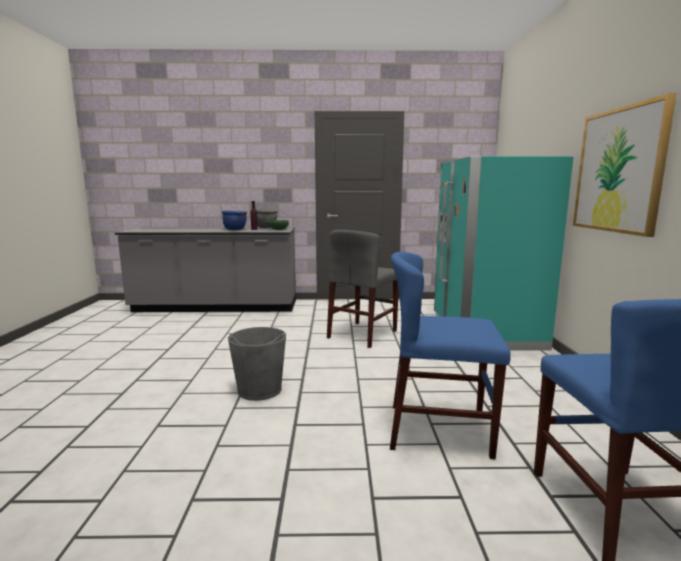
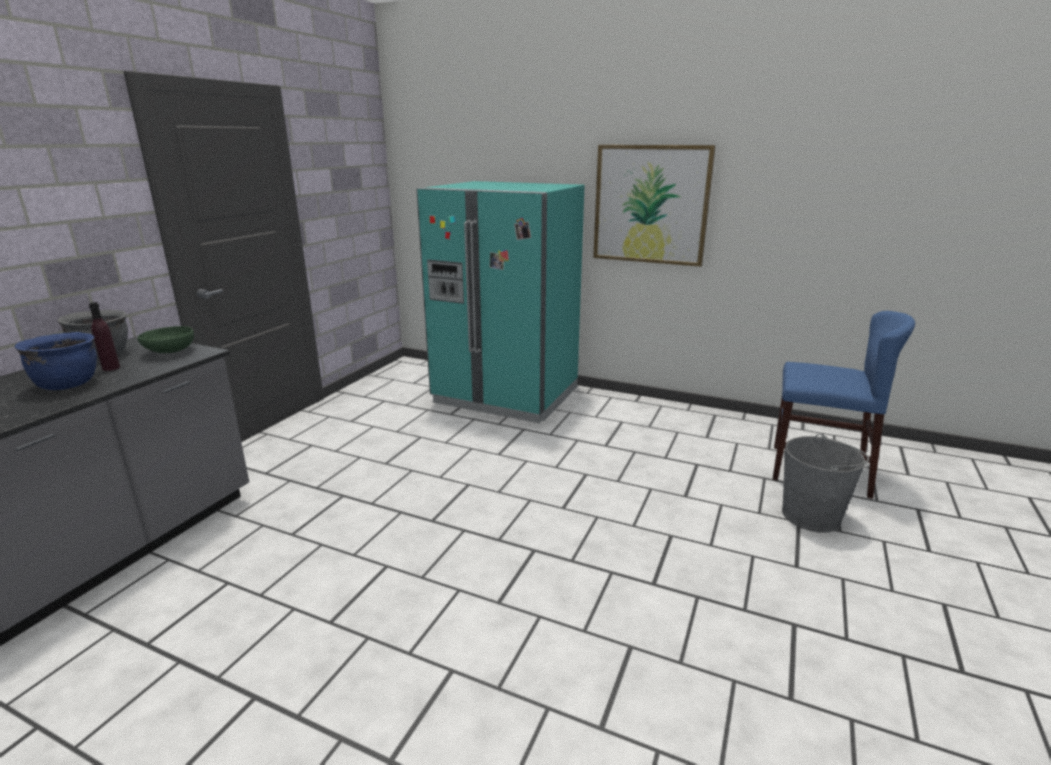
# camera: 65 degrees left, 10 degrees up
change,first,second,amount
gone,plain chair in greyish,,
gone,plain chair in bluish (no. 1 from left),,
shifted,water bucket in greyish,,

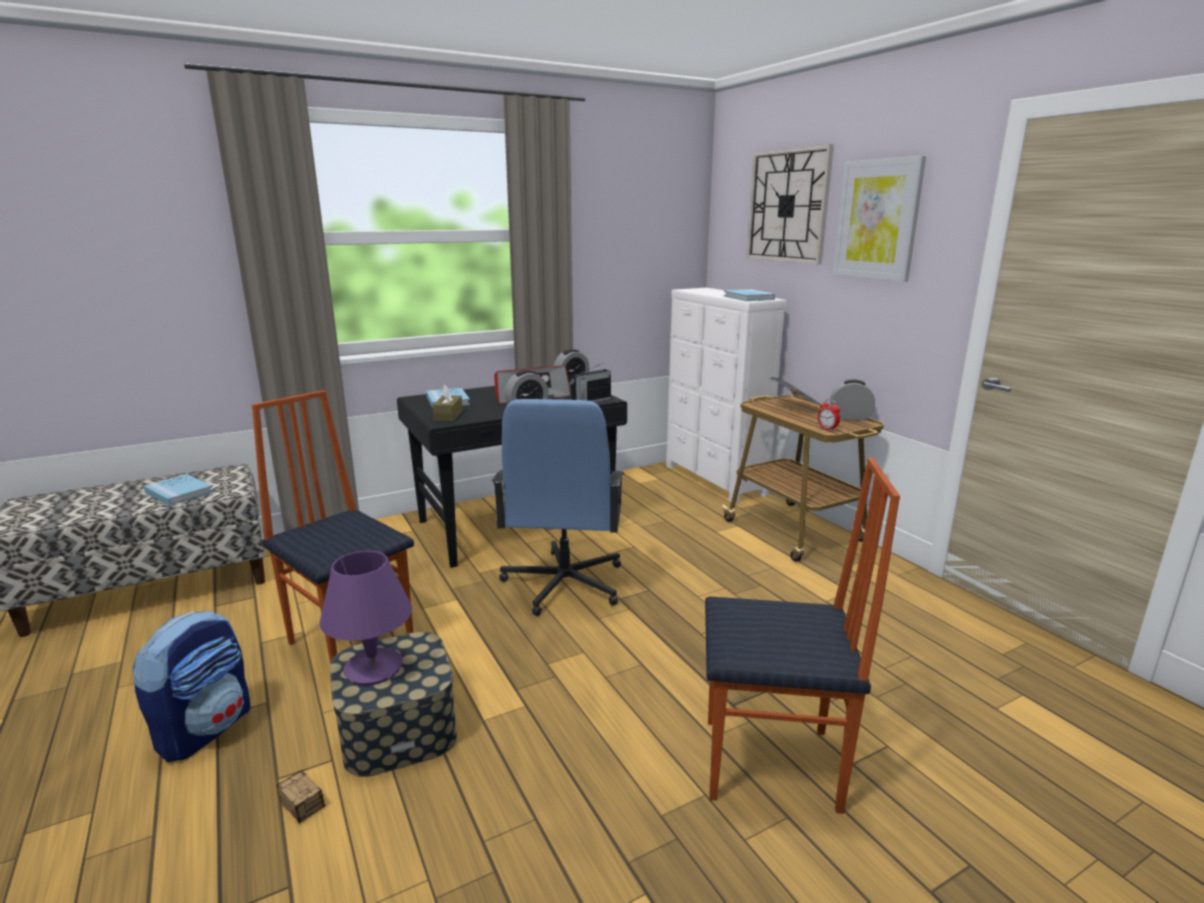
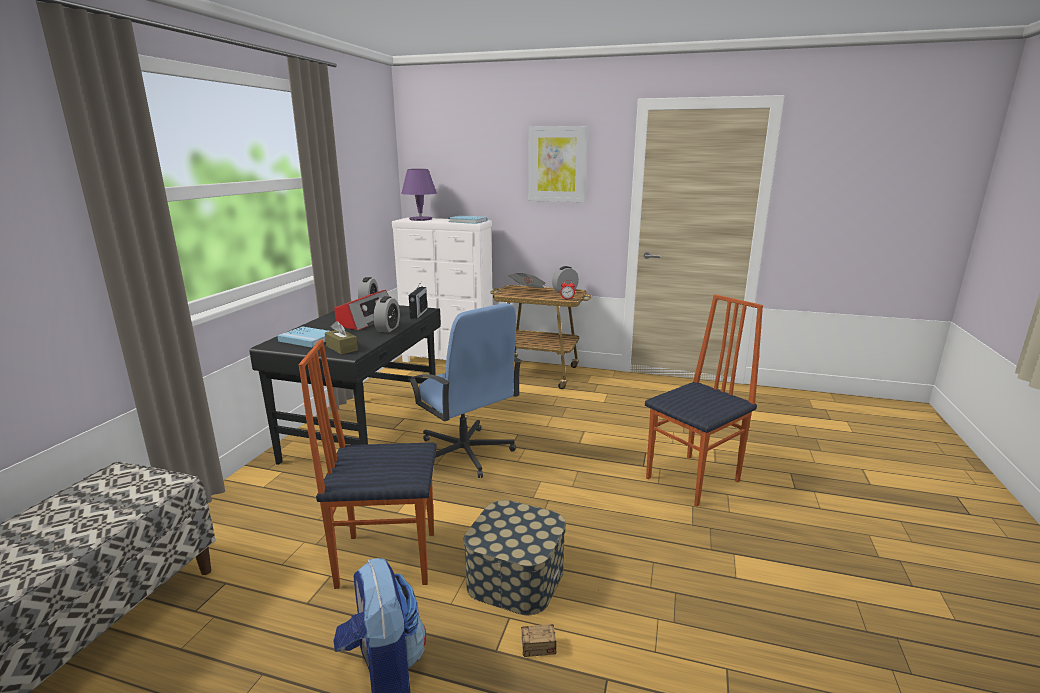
# camera: 45 degrees left, 0 degrees up
change,first,second,amount
gone,wall clock,,
gone,volume in bluish (no. 1 from left),,
shifted,lamp for a table in purple-coloured,,

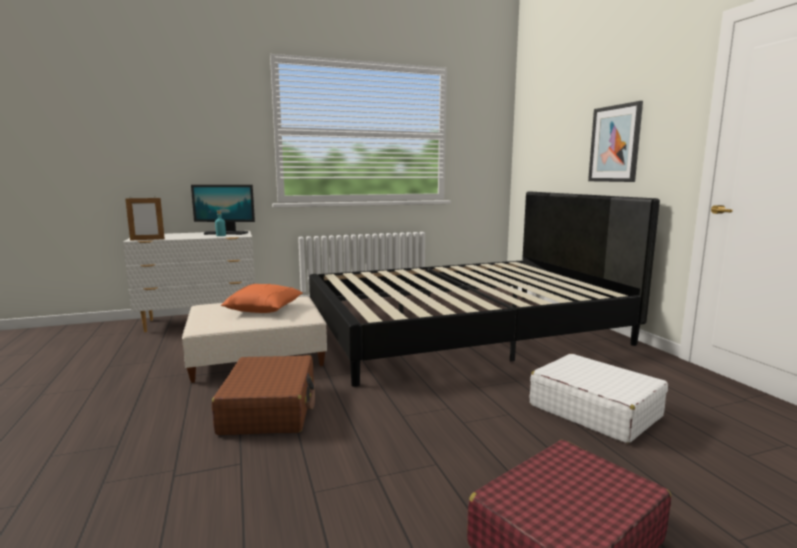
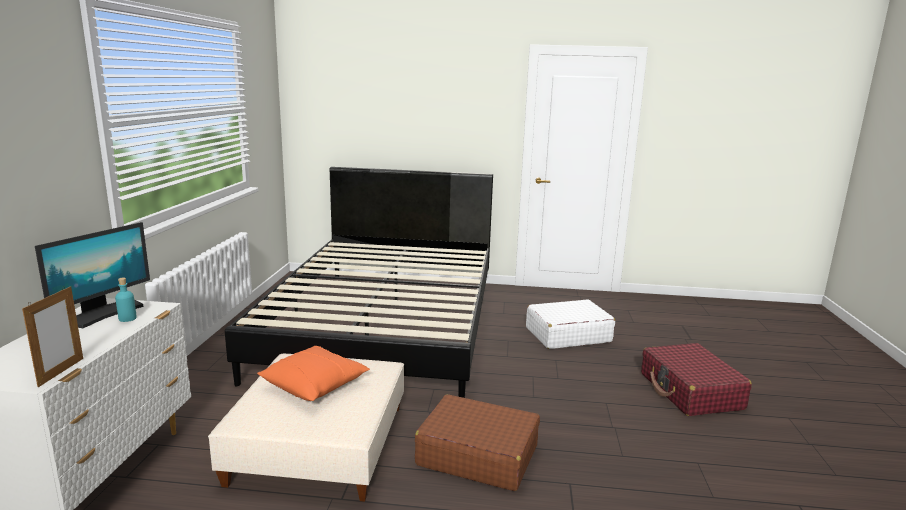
# camera: 65 degrees left, 5 degrees up
change,first,second,amount
gone,wall picture,,

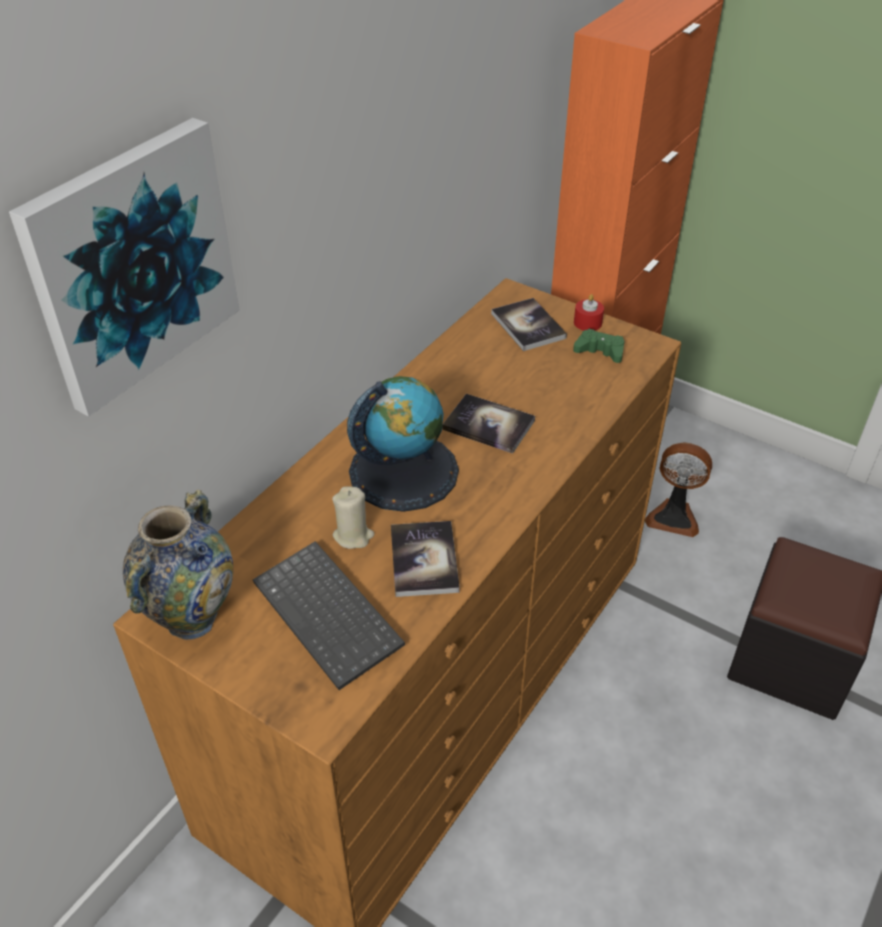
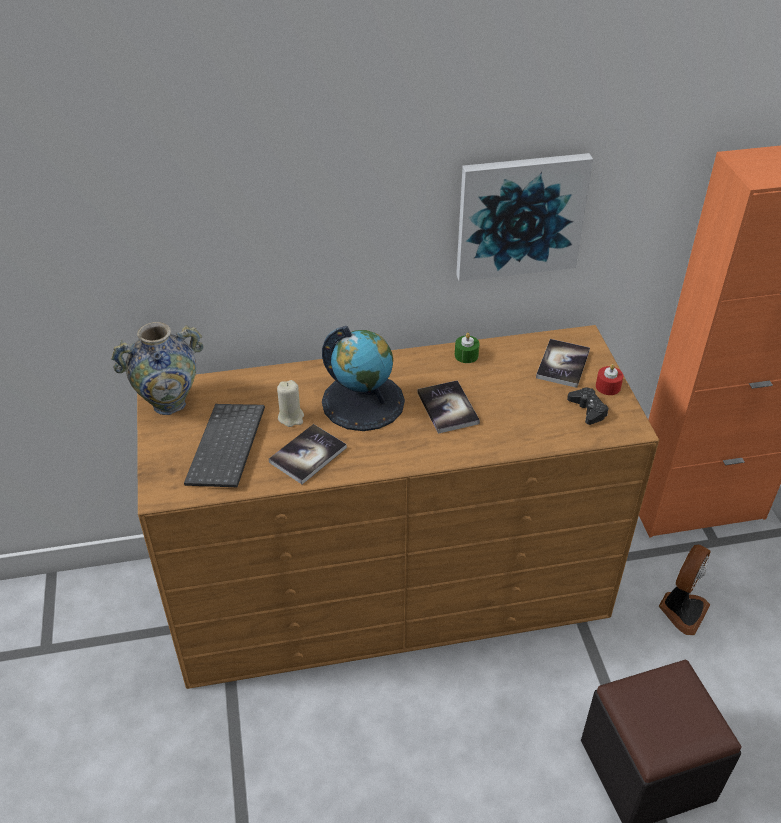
# camera: 45 degrees right, 0 degrees up
change,first,second,amount
shifted,wall picture,,
repainted,joypad in green,joypad in black,
rotated,cooling fan,,120 degrees counterclockwise
new,,wax light in green,

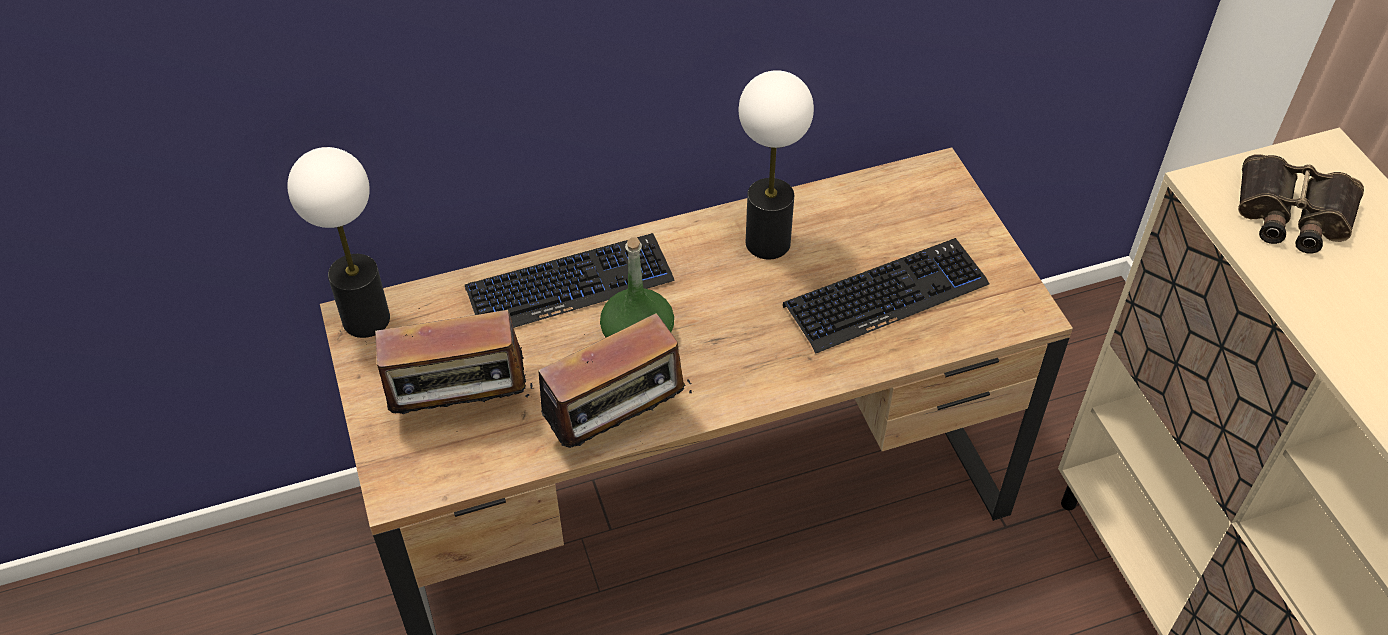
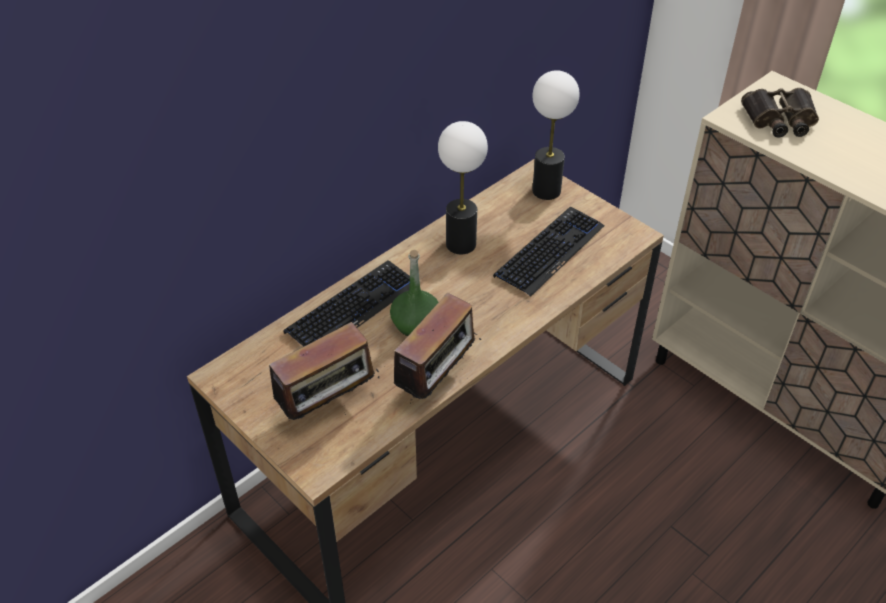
# camera: 25 degrees left, 5 degrees down
change,first,second,amount
shifted,lamp for a table (no. 1 from left in the first image),lamp for a table (no. 2 from left),

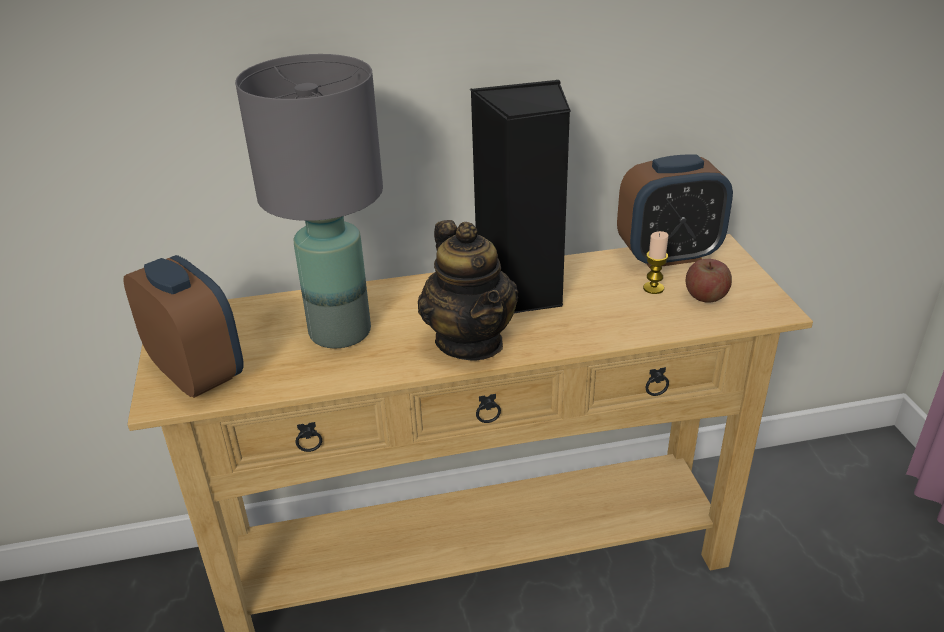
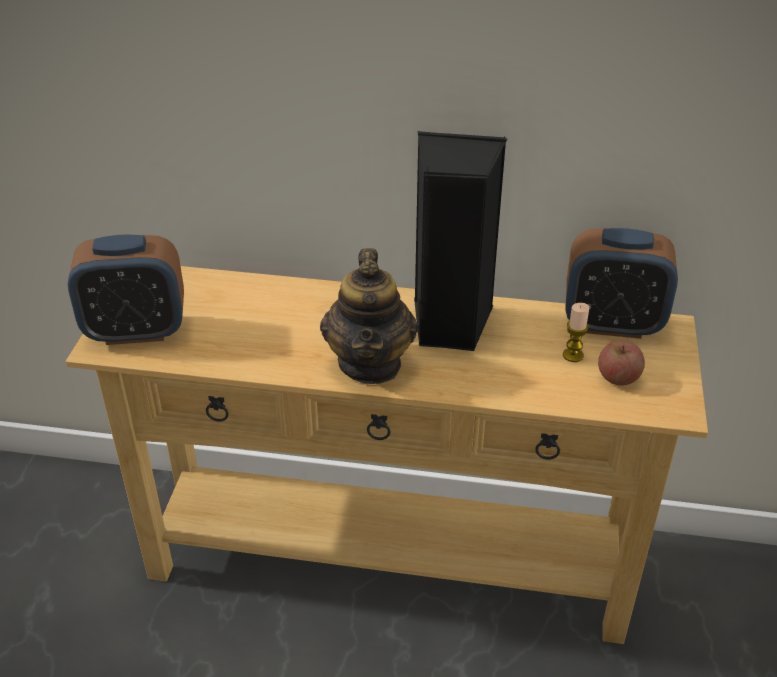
# camera: 20 degrees right, 5 degrees up
change,first,second,amount
gone,lamp for a table in greyish,,
rotated,table clock (no. 1 from left),,105 degrees clockwise

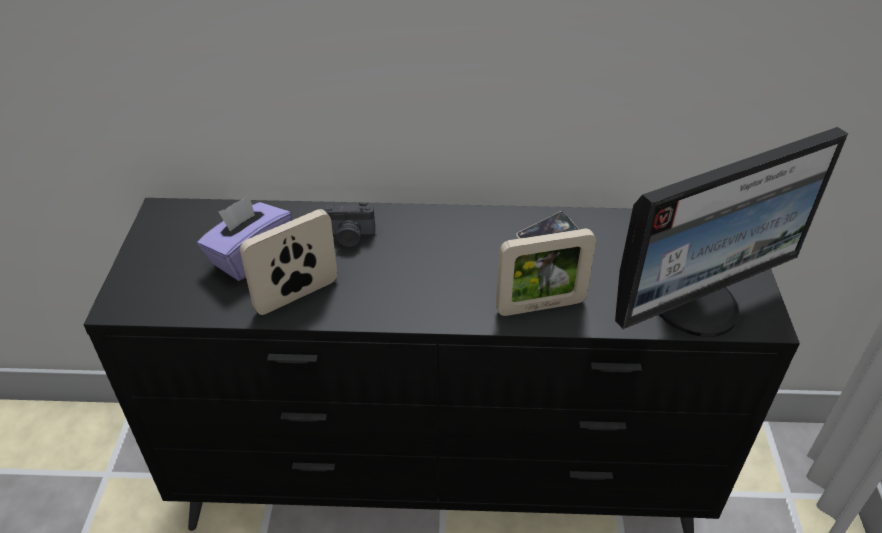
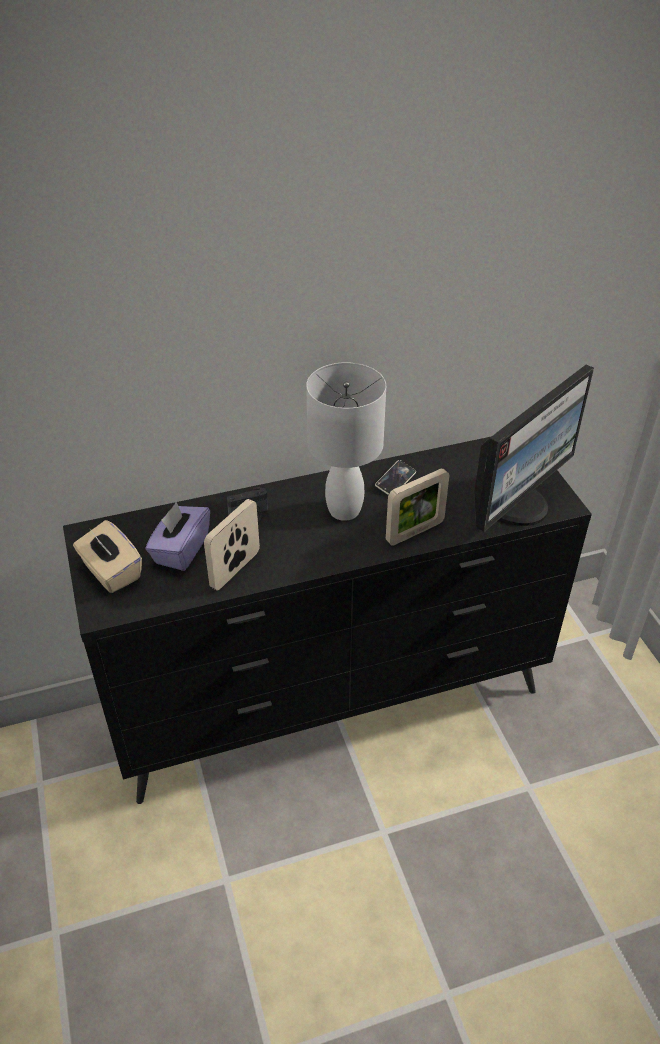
# camera: 20 degrees left, 0 degrees up
change,first,second,amount
new,,lamp for a table in white-coloured,
new,,tissue box in beige,

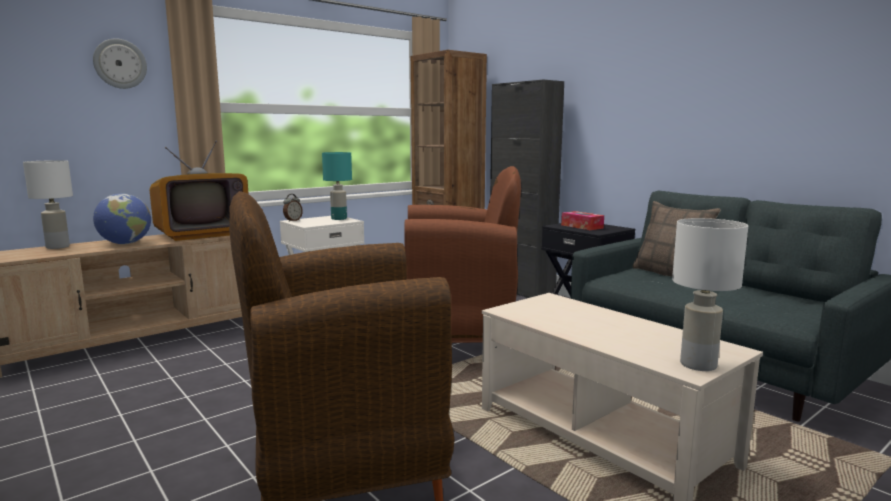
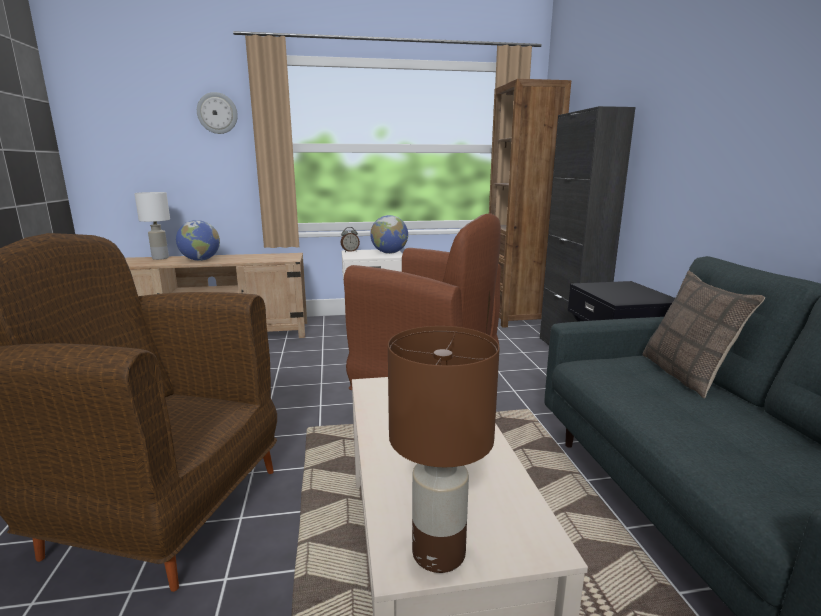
# camera: 30 degrees right, 5 degrees up
change,first,second,amount
gone,TV set,,
swapped,lamp for a table in blue-green,world globe (no. 2 from left),
gone,tissue box,,
repainted,lamp for a table in white-coloured (no. 2 from left),lamp for a table in brown,

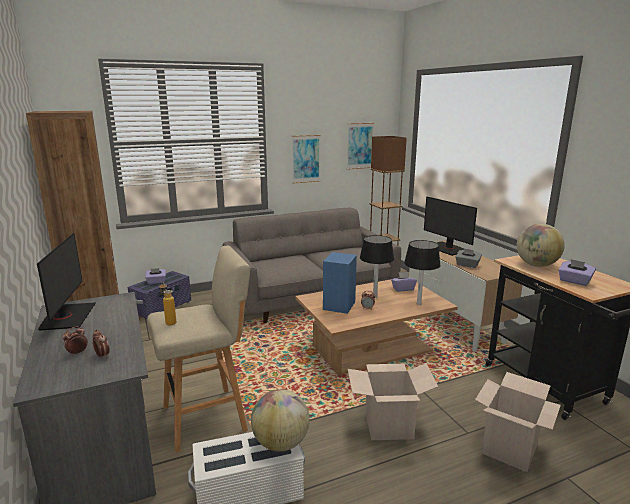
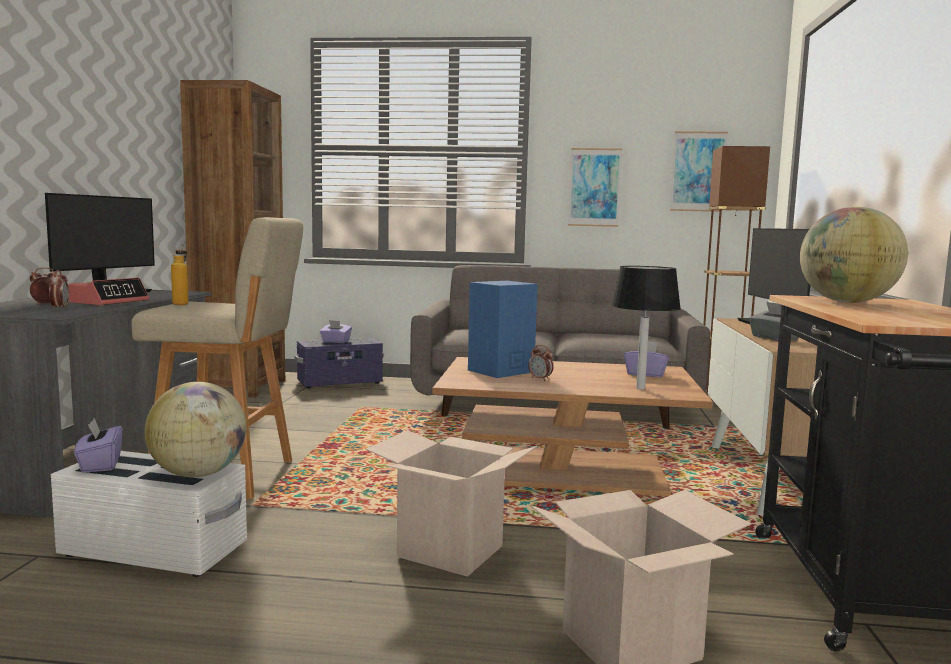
# camera: 30 degrees right, 10 degrees down
change,first,second,amount
gone,lamp for a table in black (no. 1 from left),,
shifted,tissue box in purple-coloured (no. 3 from left in the first image),tissue box in purple-coloured (no. 1 from left),
new,,table clock (no. 3 from left),

